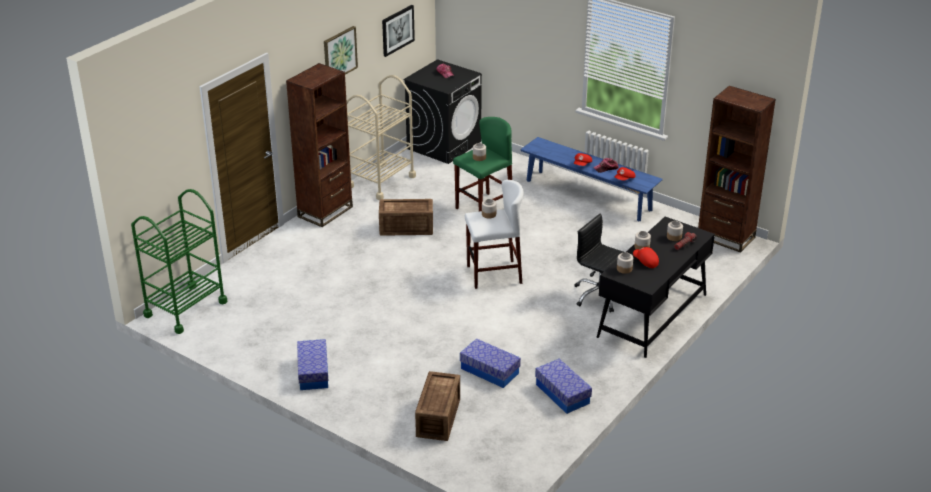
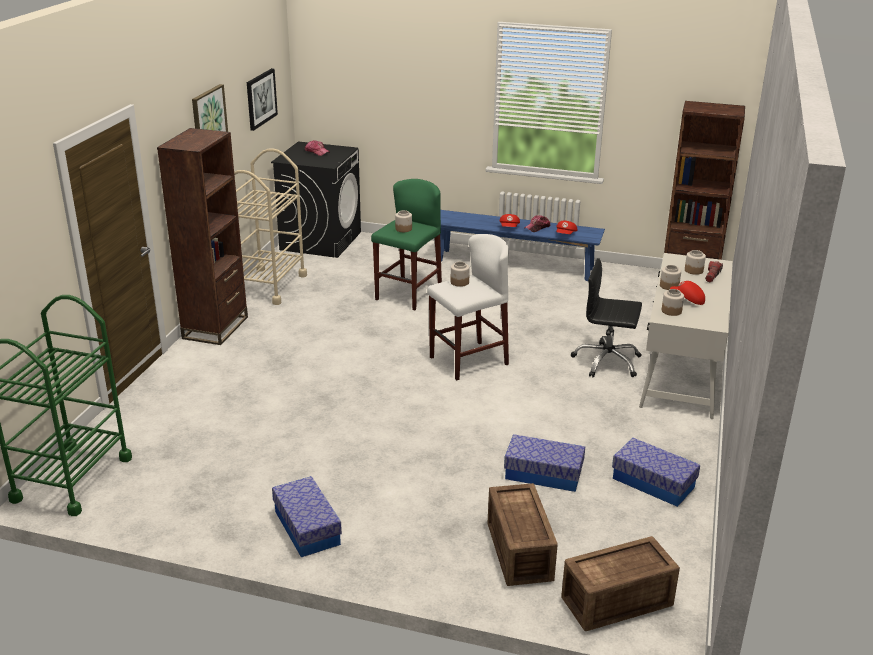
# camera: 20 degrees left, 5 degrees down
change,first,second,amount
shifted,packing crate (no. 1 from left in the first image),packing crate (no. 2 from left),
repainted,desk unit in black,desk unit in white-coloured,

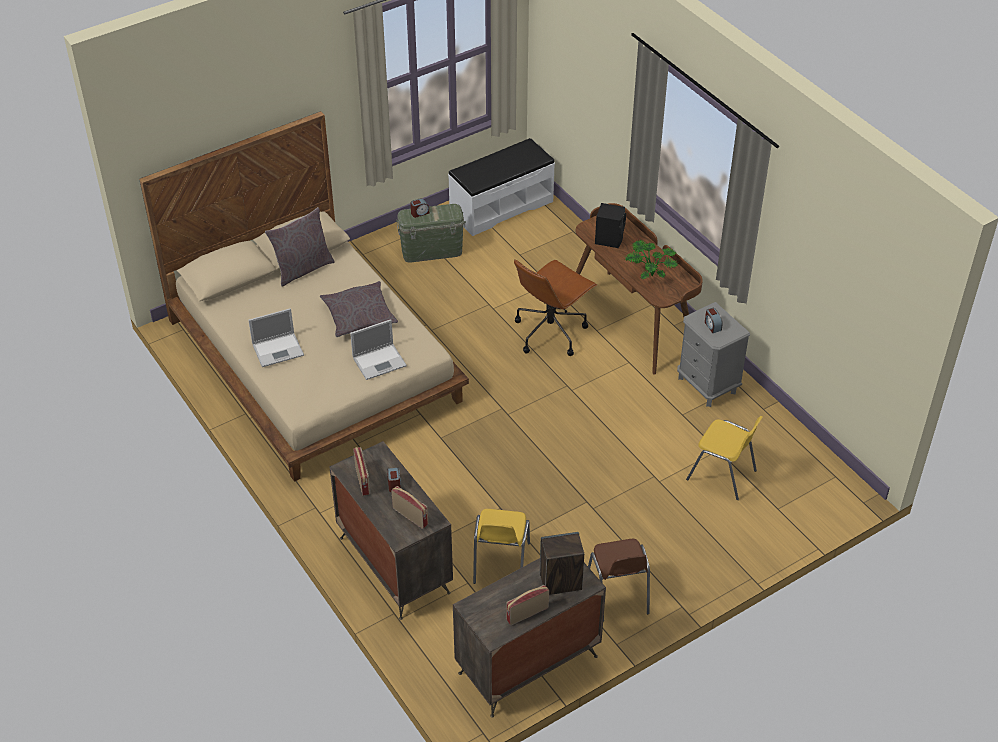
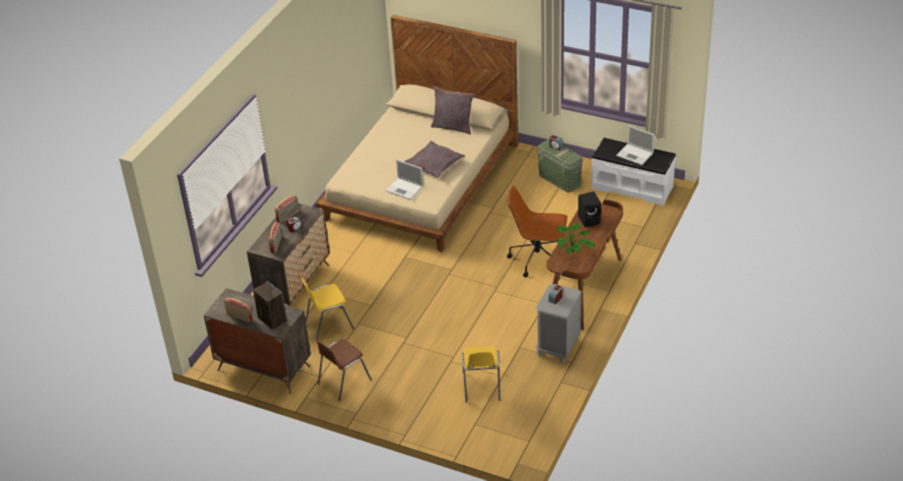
# camera: 60 degrees right, 5 degrees down
change,first,second,amount
shifted,portable computer (no. 1 from left in the first image),portable computer (no. 2 from left),

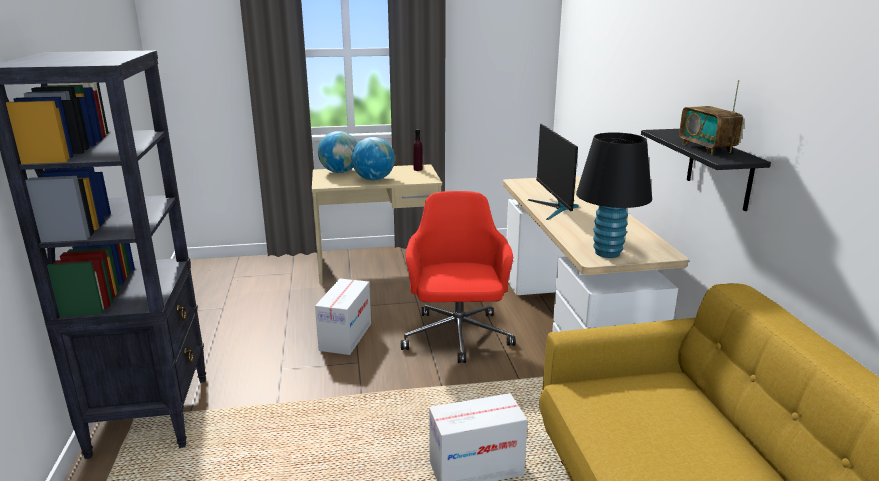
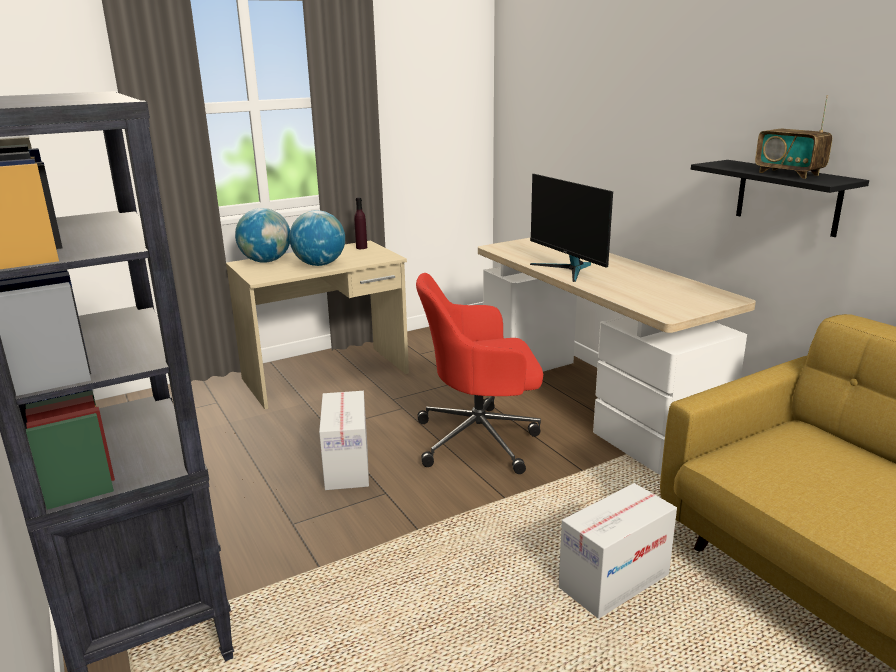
# camera: 20 degrees left, 0 degrees up
change,first,second,amount
gone,lamp for a table in black,,
rotated,desk chair in red,,75 degrees counterclockwise

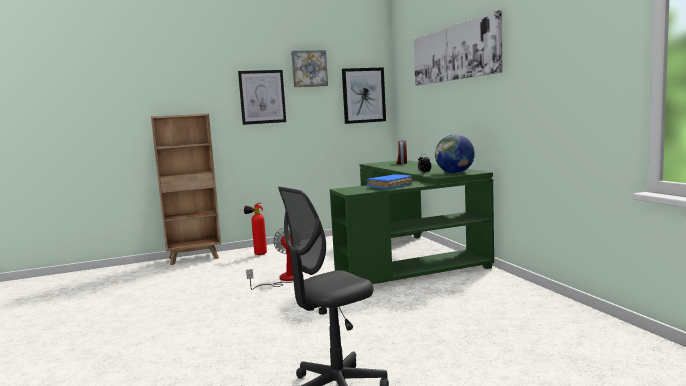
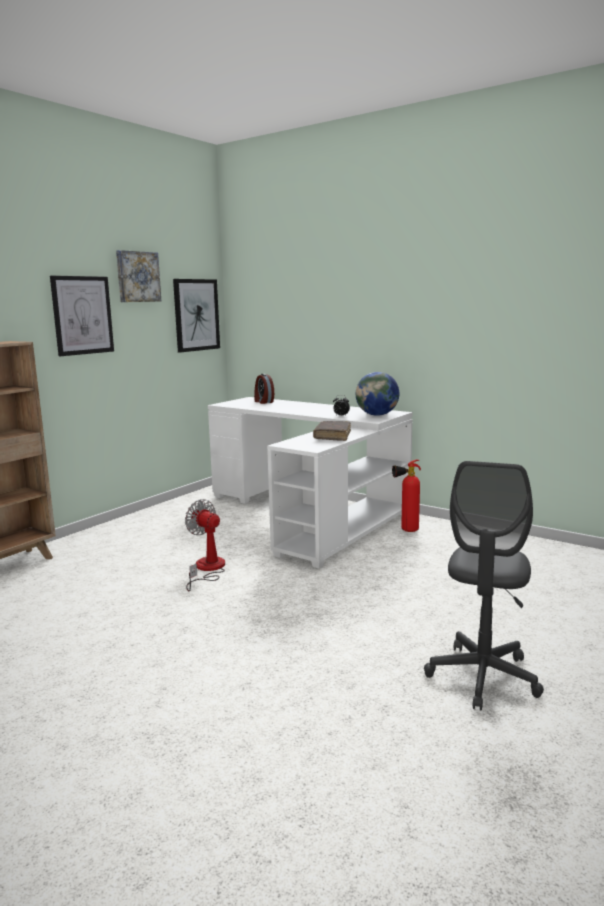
# camera: 35 degrees left, 5 degrees up
change,first,second,amount
gone,wall picture (no. 4 from left),,
repainted,desk unit in green,desk unit in white-coloured,
repainted,volume in bluish,volume in brown,
shifted,extinguisher,,

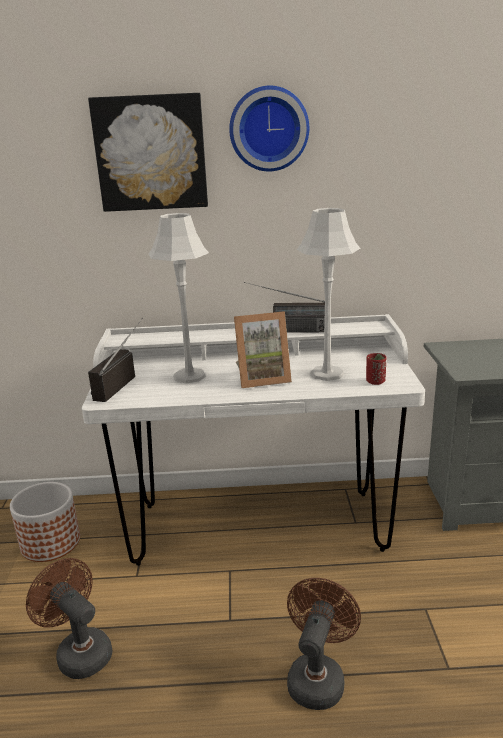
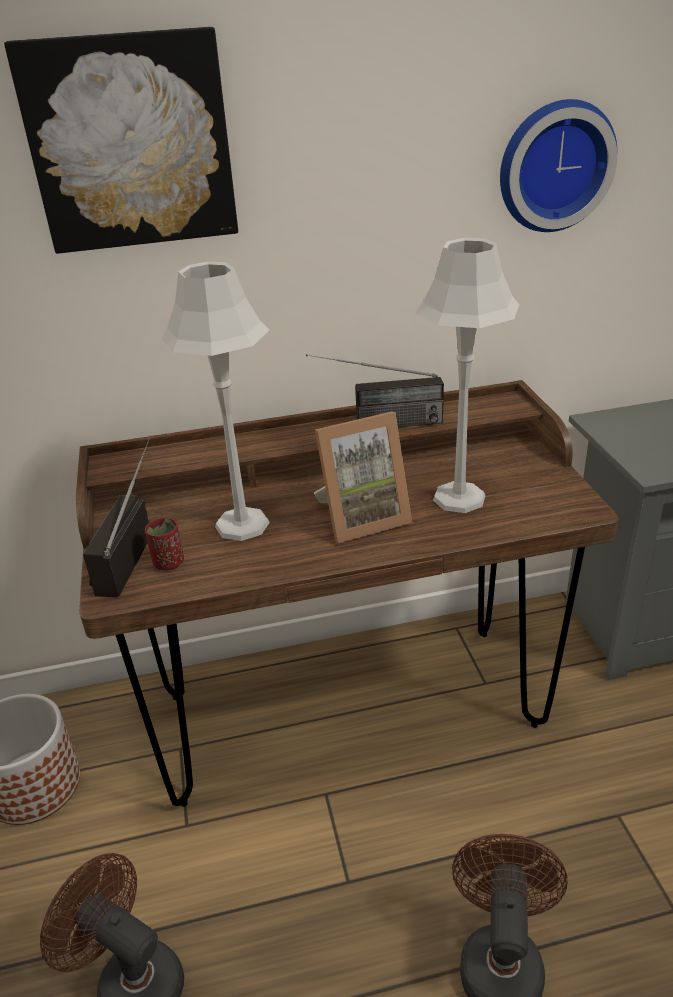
# camera: 10 degrees left, 10 degrees up
change,first,second,amount
shifted,wall clock,,
repainted,desk unit in white-coloured,desk unit in brown,
shifted,drinking cup in red,,

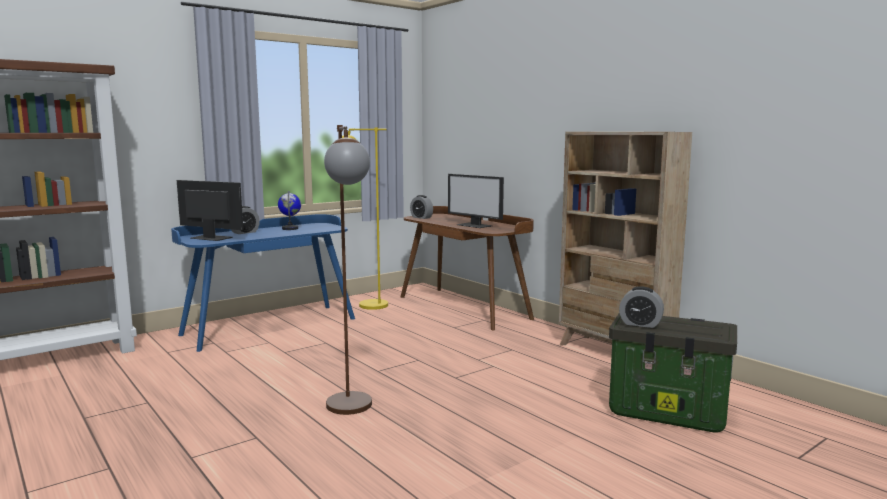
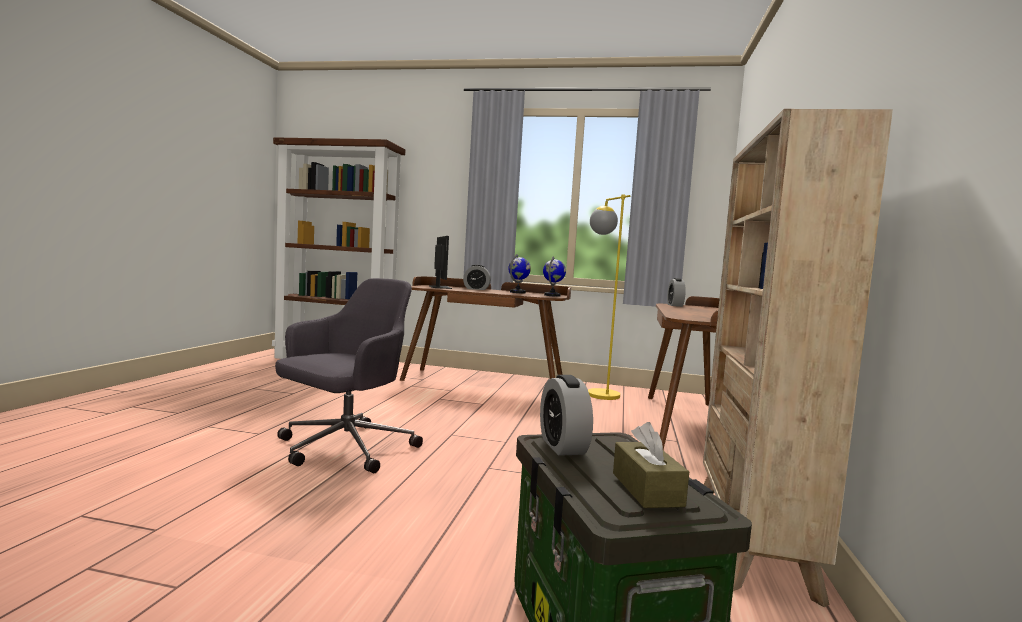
# camera: 50 degrees right, 5 degrees down
change,first,second,amount
swapped,standard lamp in brown,desk chair in greyish,
gone,computer display (no. 2 from left),,
repainted,desk unit in bluish,desk unit in brown (no. 1 from left),
new,,world globe (no. 2 from left),
new,,tissue box in brown,

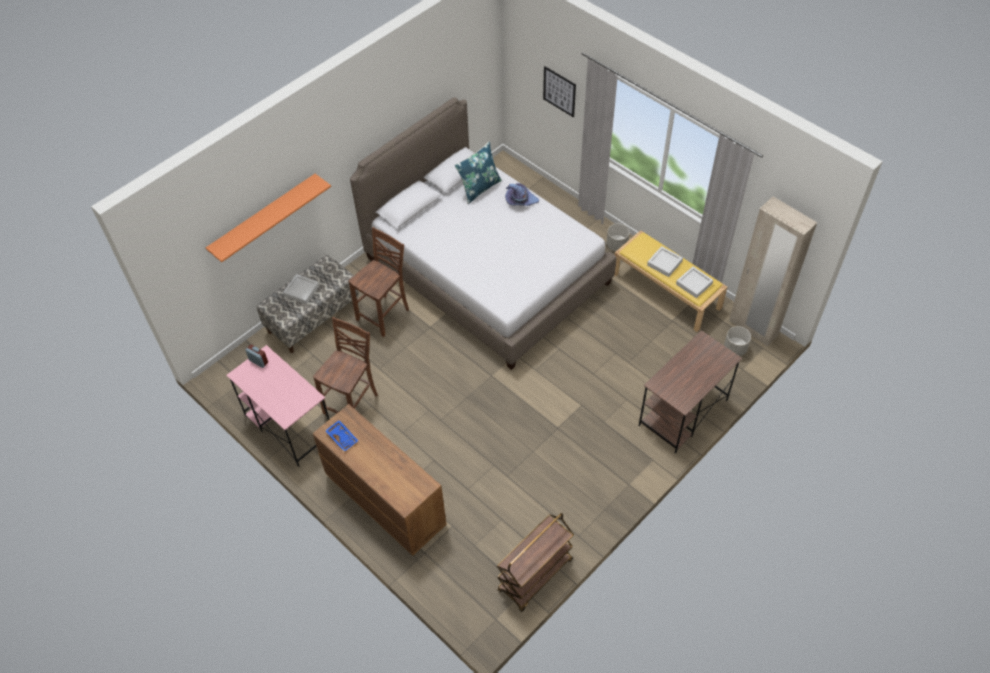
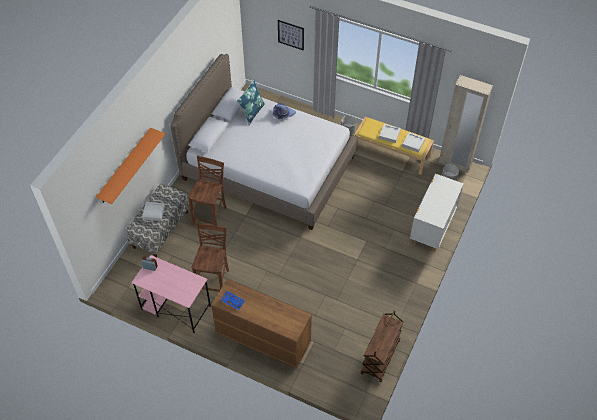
# camera: 20 degrees left, 0 degrees up
change,first,second,amount
swapped,desk unit in brown,dresser in white-coloured,

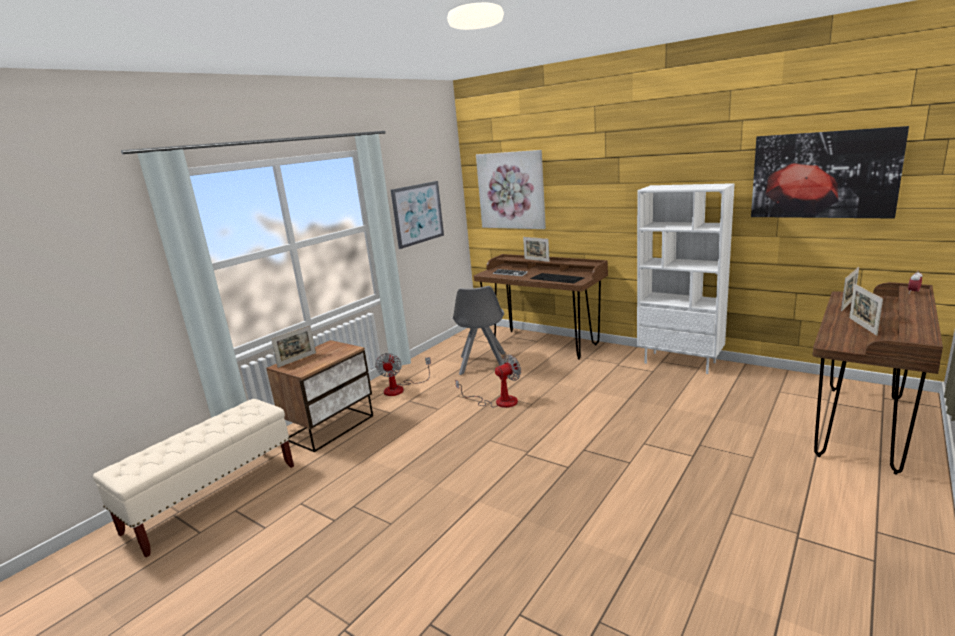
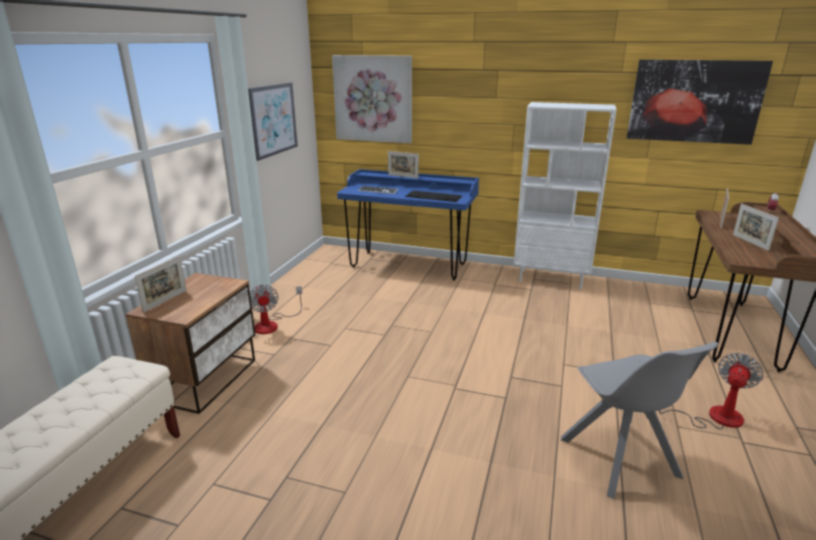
# camera: 20 degrees left, 5 degrees up
change,first,second,amount
repainted,desk unit in brown (no. 1 from left),desk unit in bluish,
shifted,plain chair in greyish,,
shifted,cooling fan (no. 2 from left),,

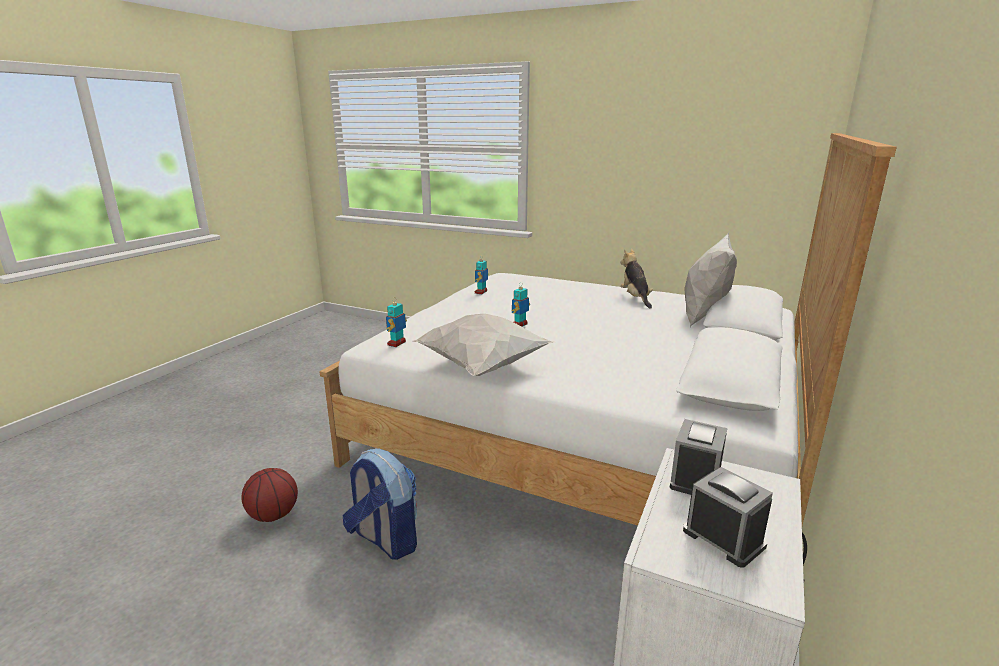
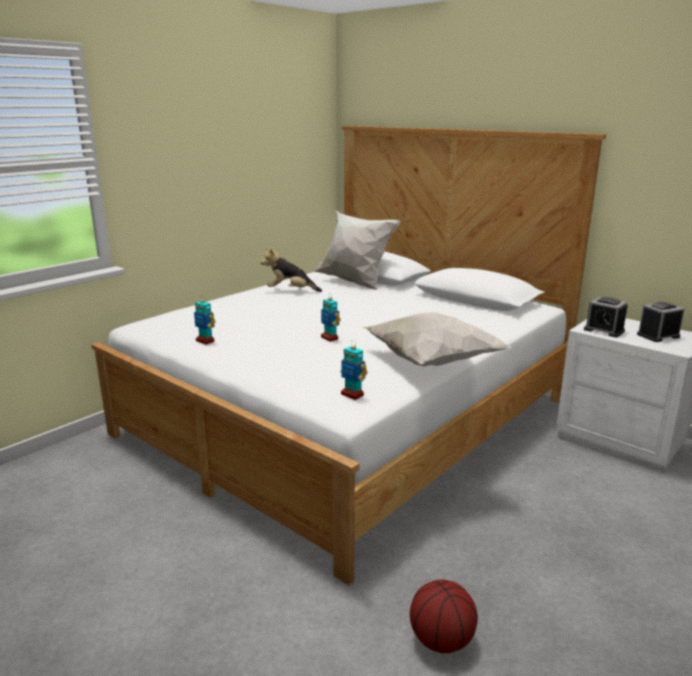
# camera: 75 degrees left, 0 degrees up
change,first,second,amount
gone,backpack,,

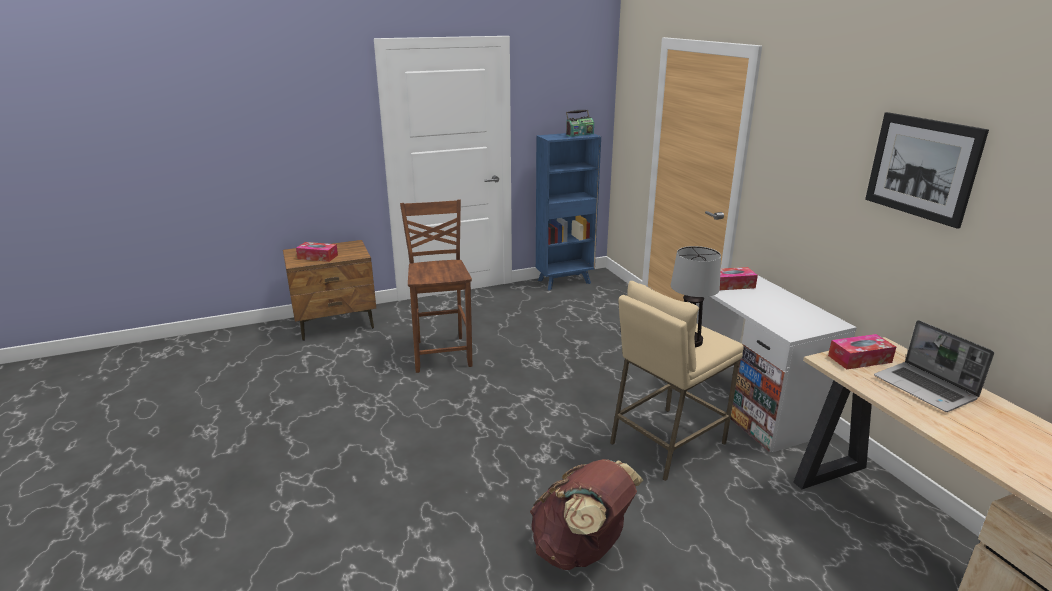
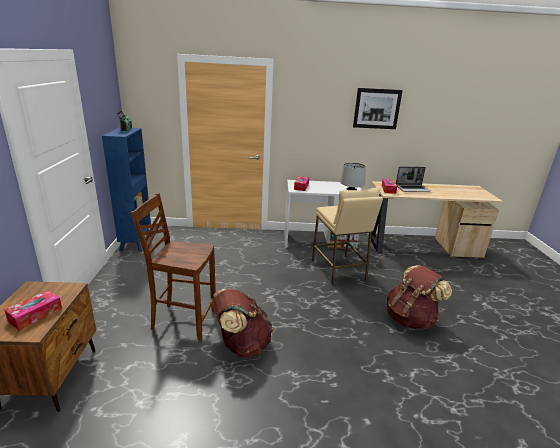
# camera: 70 degrees left, 0 degrees up
change,first,second,amount
new,,backpack in brown (no. 1 from left),

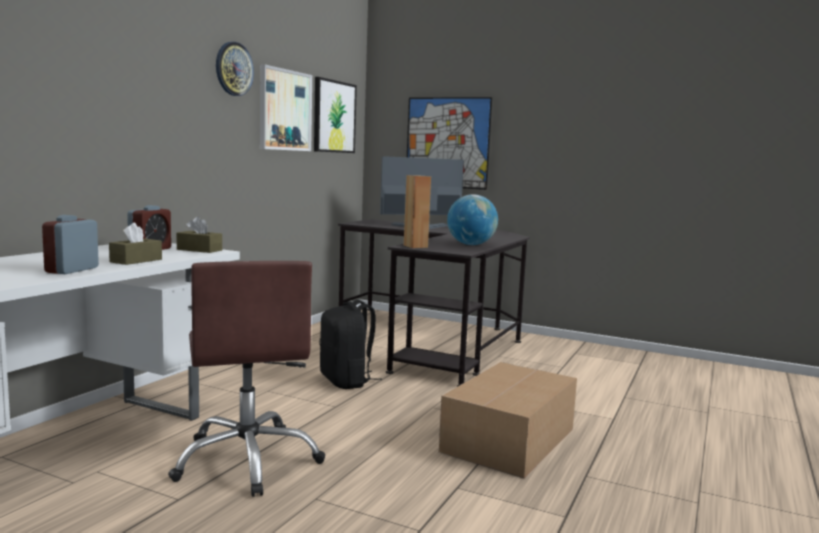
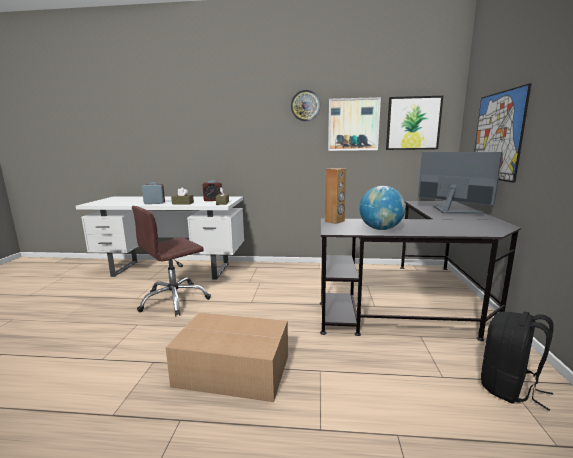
# camera: 70 degrees right, 5 degrees up
change,first,second,amount
shifted,backpack in black,,

